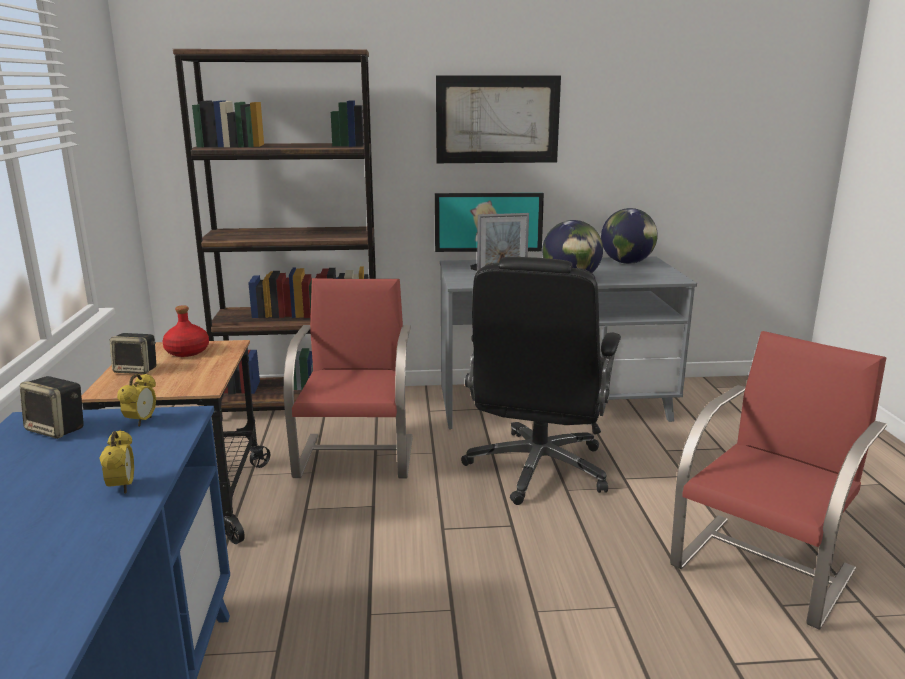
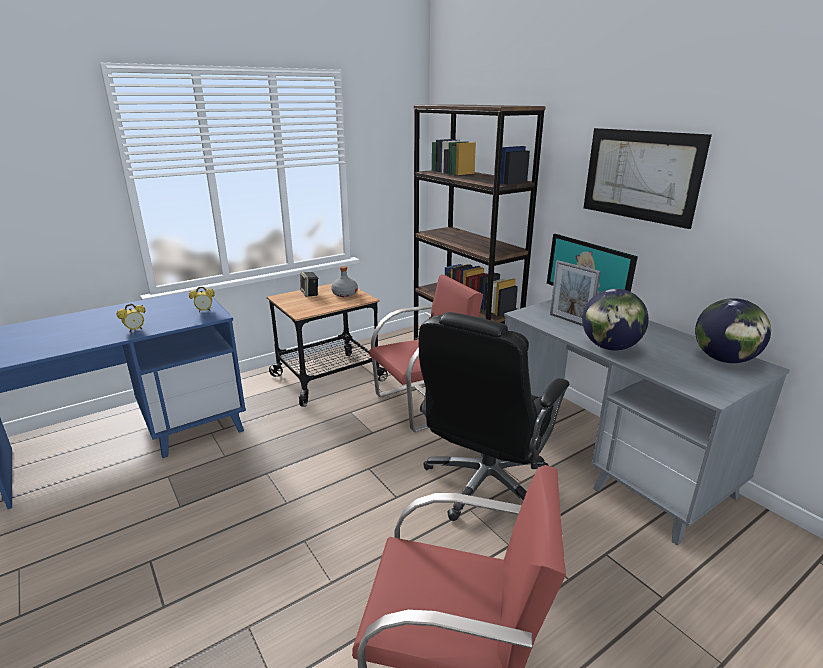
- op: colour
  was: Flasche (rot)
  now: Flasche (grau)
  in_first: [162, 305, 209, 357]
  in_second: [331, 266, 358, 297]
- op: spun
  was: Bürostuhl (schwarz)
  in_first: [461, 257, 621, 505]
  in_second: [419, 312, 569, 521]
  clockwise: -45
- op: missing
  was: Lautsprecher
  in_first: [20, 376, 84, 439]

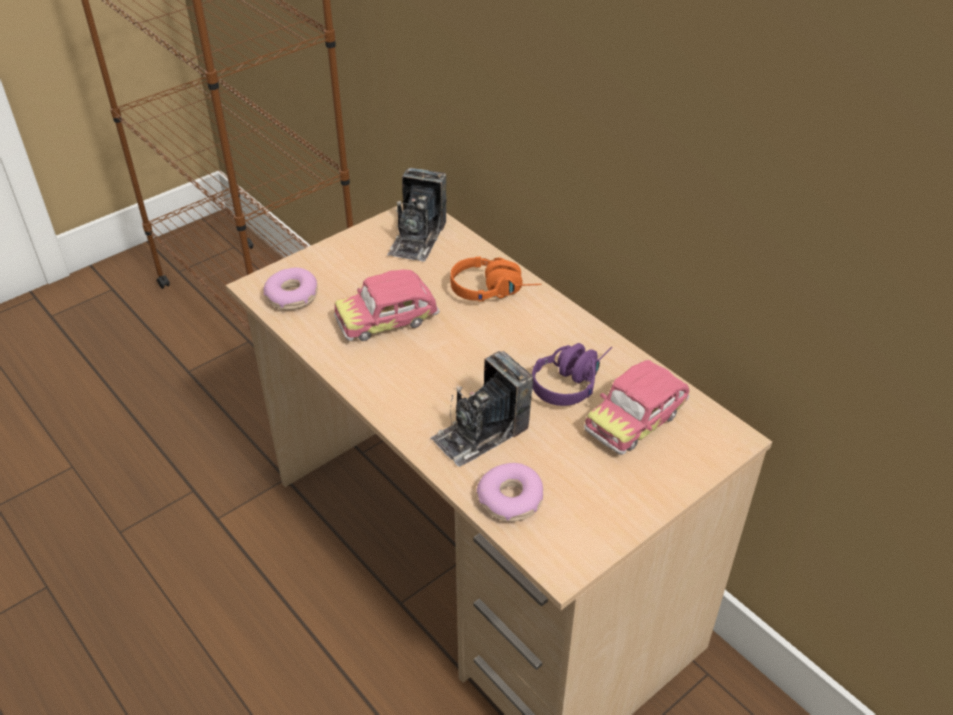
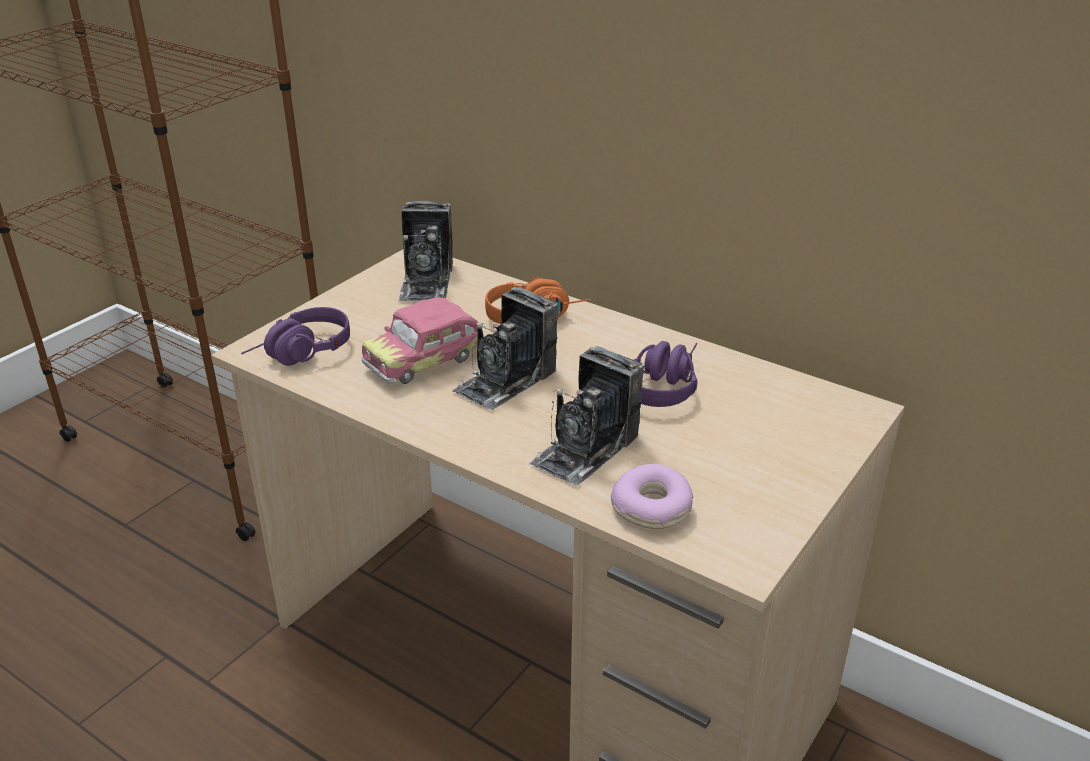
- op: exchanged
  was: Donut
  now: Kopfhörer (lila)
  in_first: [264, 268, 318, 310]
  in_second: [241, 307, 350, 366]
- op: appeared
  now: Kamera
  in_second: [452, 287, 558, 410]
- op: missing
  was: Spielzeugauto
  in_first: [584, 360, 689, 455]

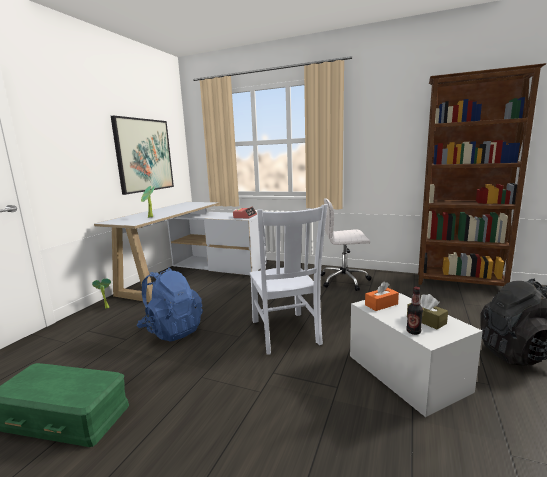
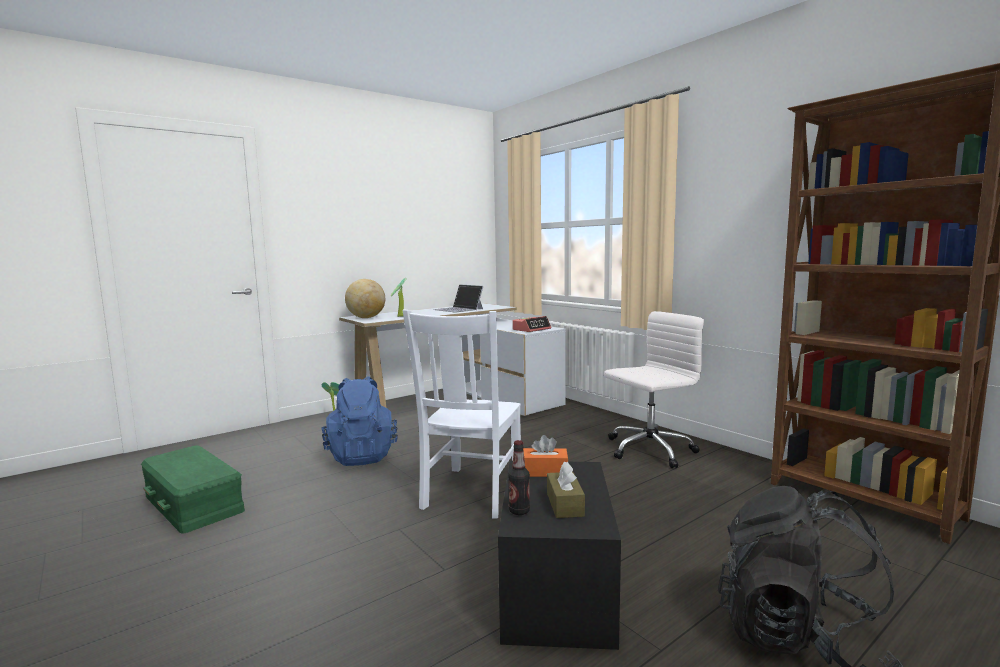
- op: appeared
  now: Globus
  in_second: [345, 279, 385, 318]
- op: appeared
  now: Laptop
  in_second: [434, 284, 483, 313]
- op: colour
  was: Aufbewahrungsbox (weiß)
  now: Aufbewahrungsbox (schwarz)
  in_first: [350, 293, 483, 417]
  in_second: [498, 461, 621, 650]
- op: spun
  was: Bürostuhl (weiß)
  in_first: [321, 198, 371, 291]
  in_second: [604, 311, 704, 468]
  clockwise: 120
- op: missing
  was: Bild
  in_first: [111, 116, 174, 195]

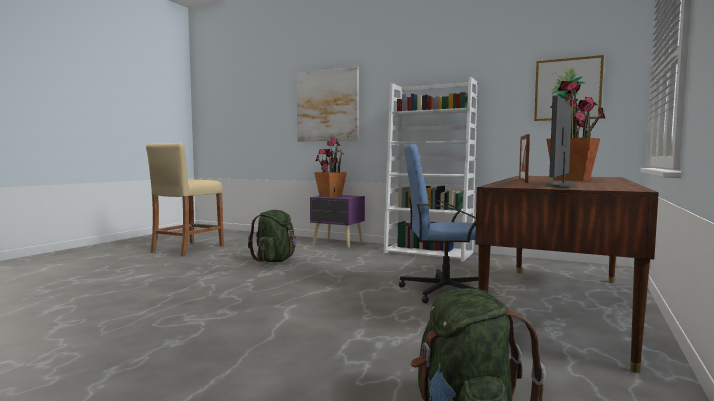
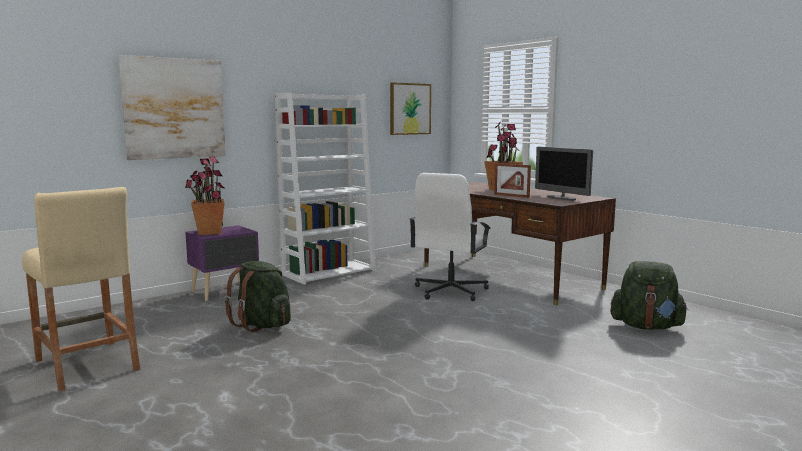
- op: colour
  was: Bürostuhl (blau)
  now: Bürostuhl (weiß)
  in_first: [399, 144, 478, 303]
  in_second: [410, 173, 491, 301]

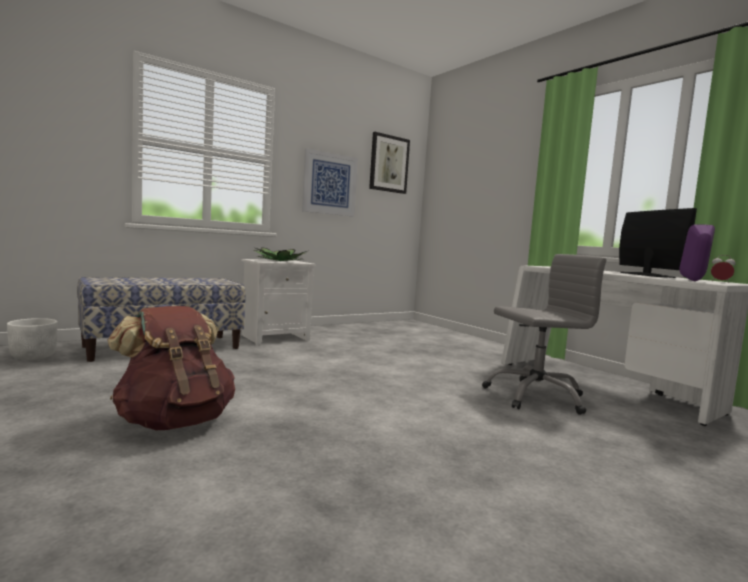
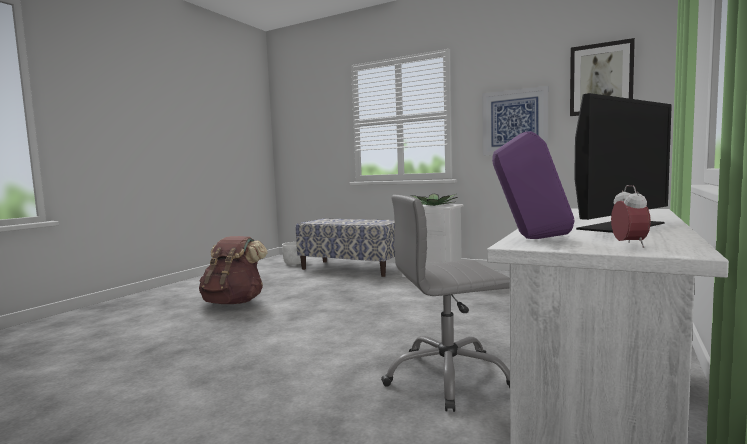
- op: spun
  was: Bürostuhl (grau)
  in_first: [482, 254, 606, 415]
  in_second: [381, 195, 510, 412]
  clockwise: 120

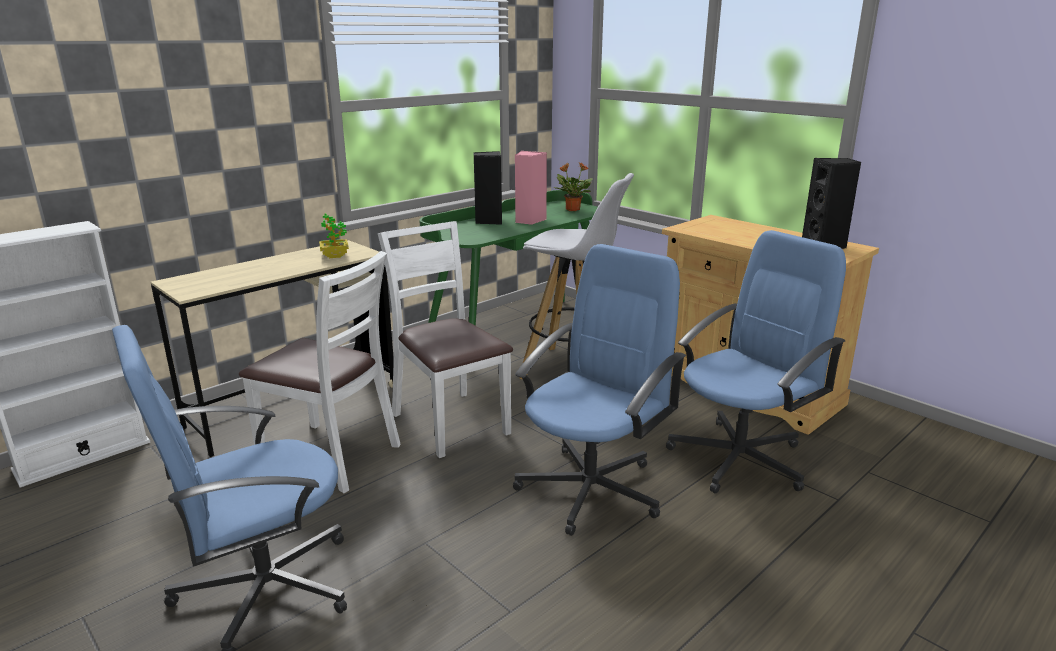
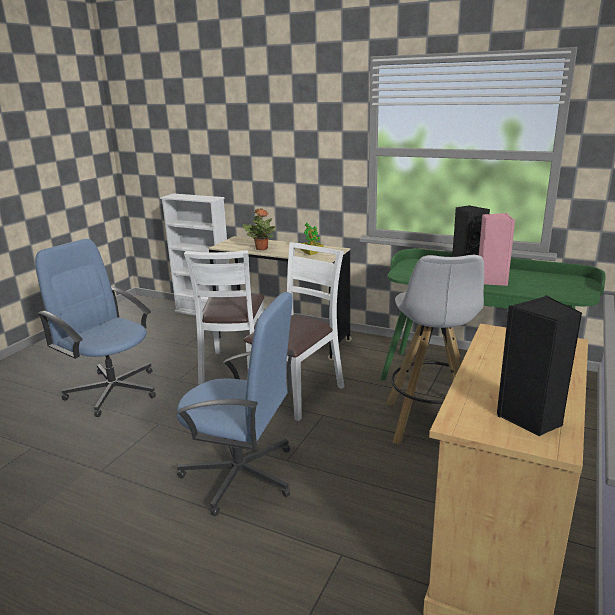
- op: relocated
  was: Topfpflanze
  in_first: [553, 162, 593, 211]
  in_second: [243, 208, 276, 250]
- op: missing
  was: Bürostuhl (blau)
  in_first: [666, 230, 846, 493]

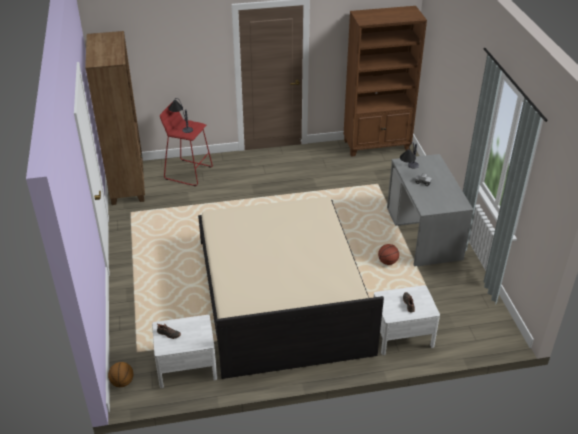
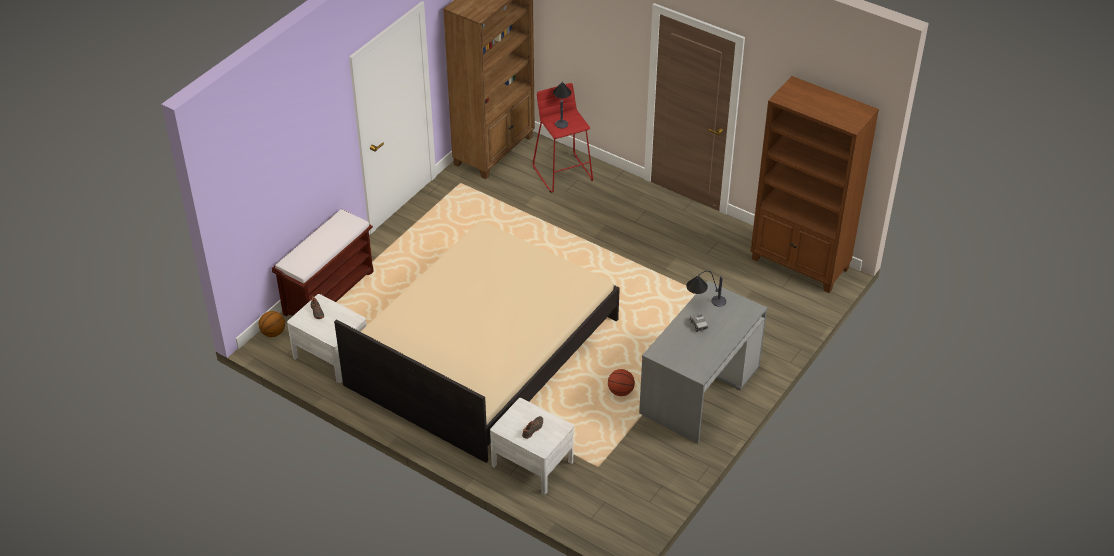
- op: appeared
  now: Bank (braun)
  in_second: [272, 209, 374, 317]

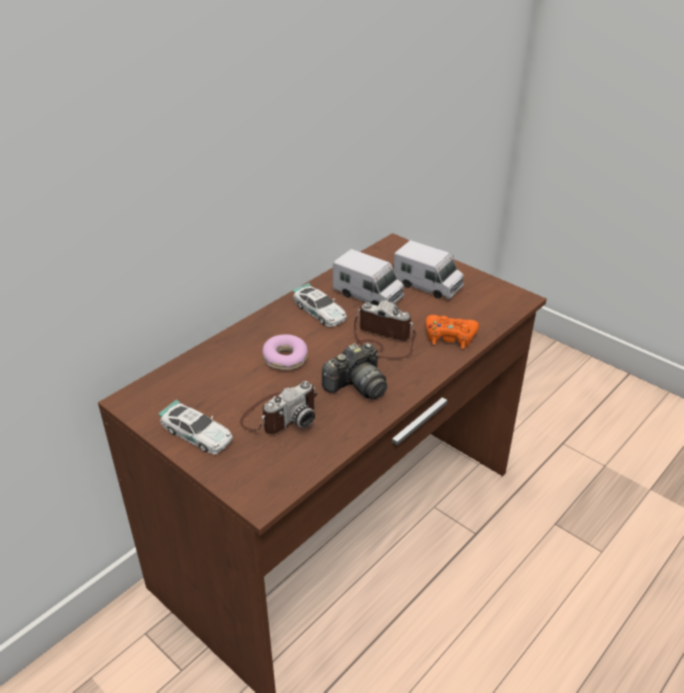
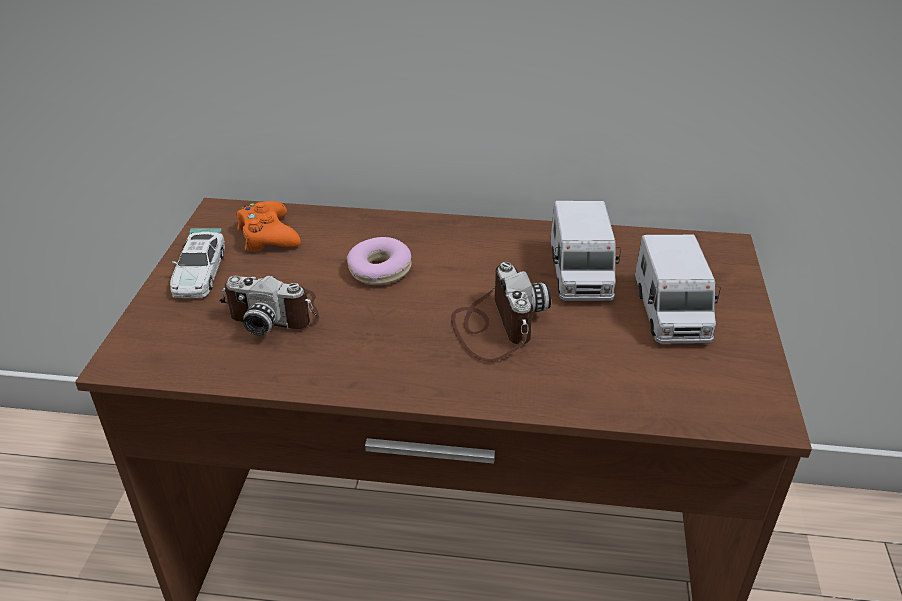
- op: relocated
  was: Gamepad (orange)
  in_first: [425, 315, 479, 349]
  in_second: [237, 201, 301, 252]
- op: missing
  was: Spielzeugauto
  in_first: [293, 283, 347, 327]
- op: missing
  was: Kamera
  in_first: [322, 343, 387, 400]

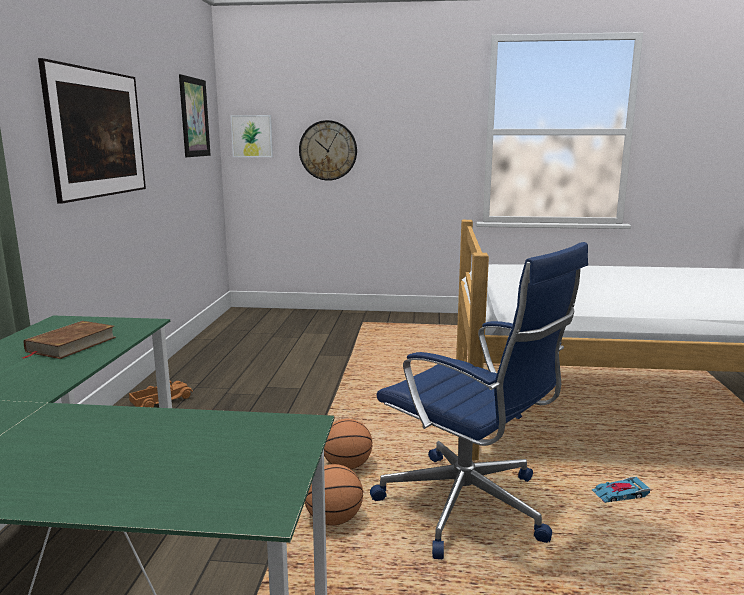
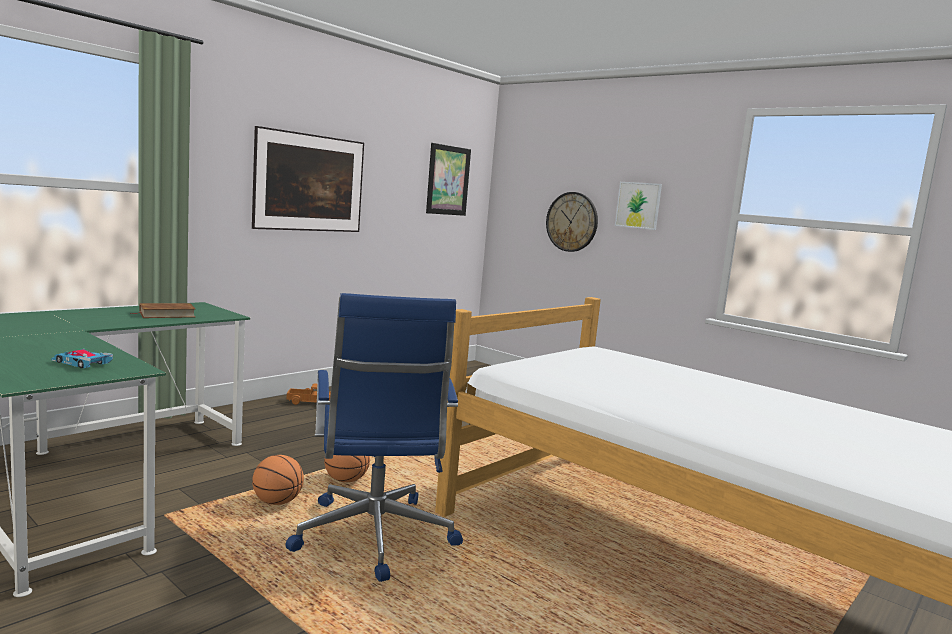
- op: relocated
  was: Spielzeugauto
  in_first: [592, 476, 650, 503]
  in_second: [51, 349, 113, 368]
- op: relocated
  was: Bild
  in_first: [230, 115, 273, 157]
  in_second: [615, 182, 662, 230]

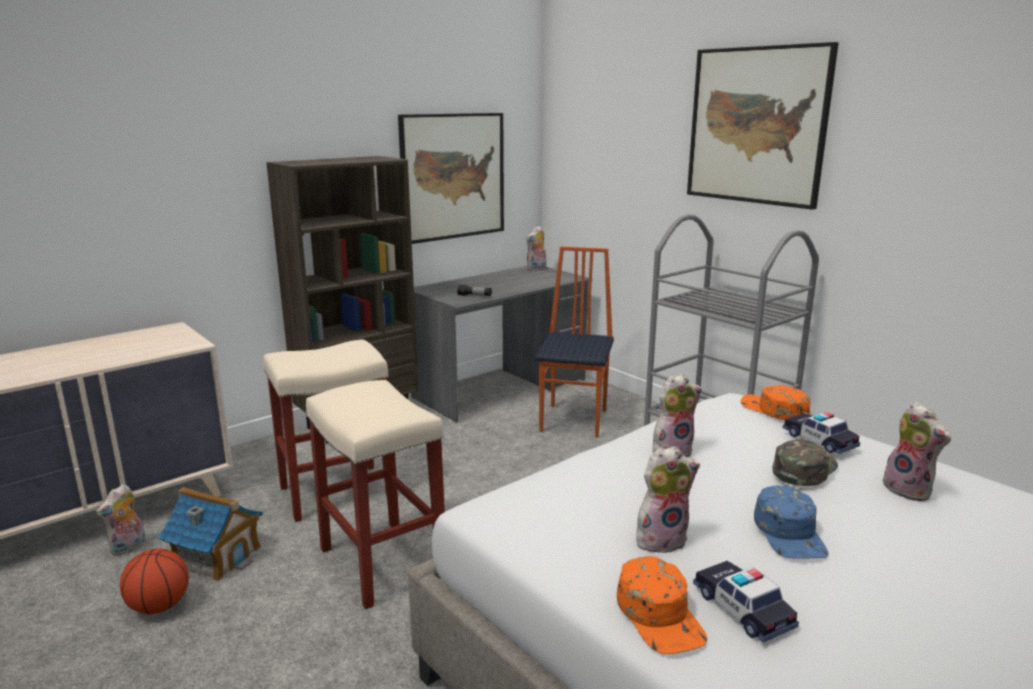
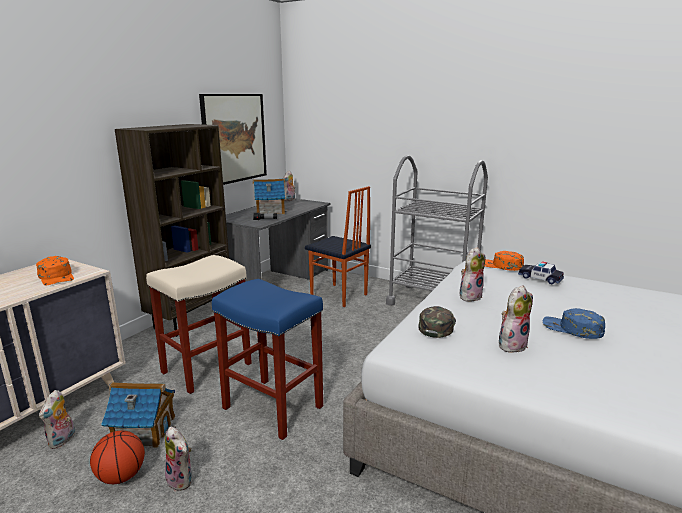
- op: relocated
  was: Kappe (orange)
  in_first: [617, 556, 707, 654]
  in_second: [36, 256, 74, 285]
- op: relocated
  was: Plüschtier
  in_first: [883, 402, 951, 501]
  in_second: [165, 427, 192, 491]
- op: colour
  was: Hocker (beige)
  now: Hocker (blau)
  in_first: [306, 380, 445, 609]
  in_second: [212, 279, 323, 440]
- op: appeared
  now: Spielzeughaus
  in_second: [253, 179, 288, 214]
- op: spun
  was: Stuhl
  in_first: [535, 247, 614, 438]
  in_second: [305, 186, 371, 307]
  clockwise: 135
- op: relocated
  was: Kappe (grün)
  in_first: [773, 440, 838, 486]
  in_second: [418, 306, 456, 338]
- op: spun
  was: Kappe (blau)
  in_first: [754, 486, 829, 559]
  in_second: [543, 308, 605, 339]
  clockwise: 150
- op: missing
  was: Bild
  in_first: [687, 42, 839, 210]
- op: missing
  was: Spielzeugauto
  in_first: [693, 561, 799, 643]

